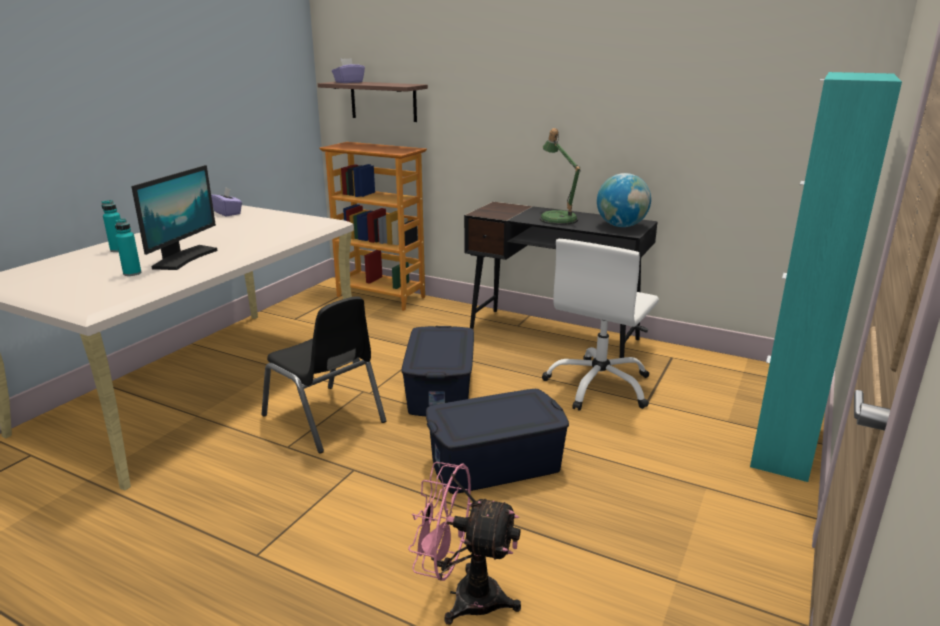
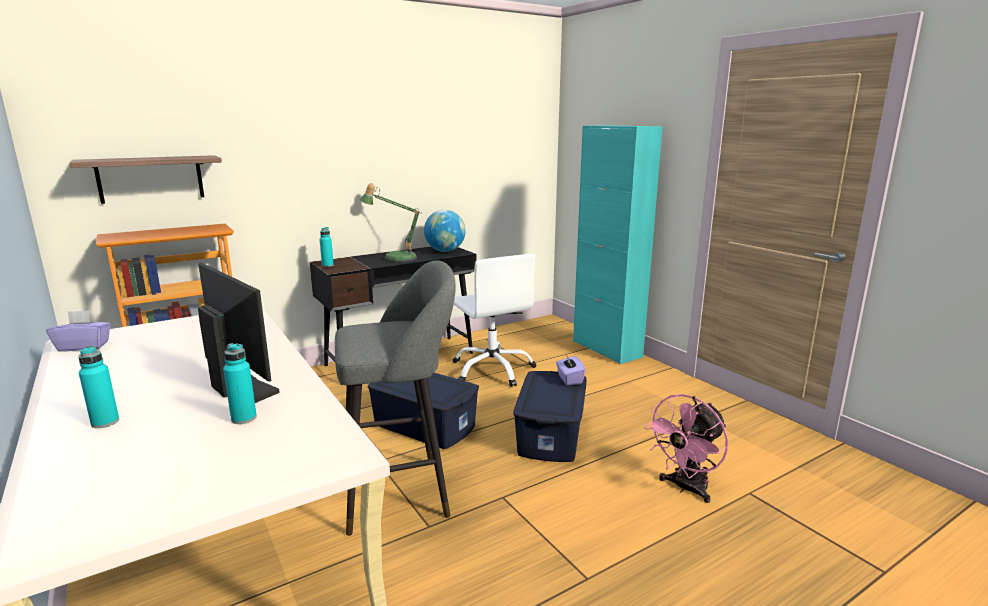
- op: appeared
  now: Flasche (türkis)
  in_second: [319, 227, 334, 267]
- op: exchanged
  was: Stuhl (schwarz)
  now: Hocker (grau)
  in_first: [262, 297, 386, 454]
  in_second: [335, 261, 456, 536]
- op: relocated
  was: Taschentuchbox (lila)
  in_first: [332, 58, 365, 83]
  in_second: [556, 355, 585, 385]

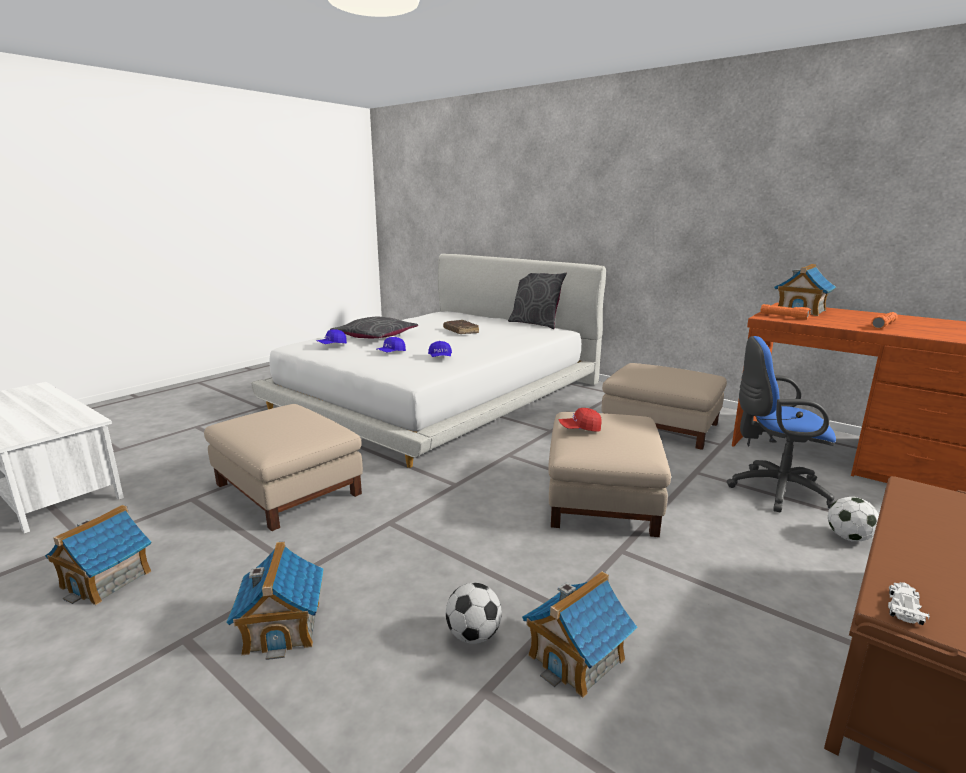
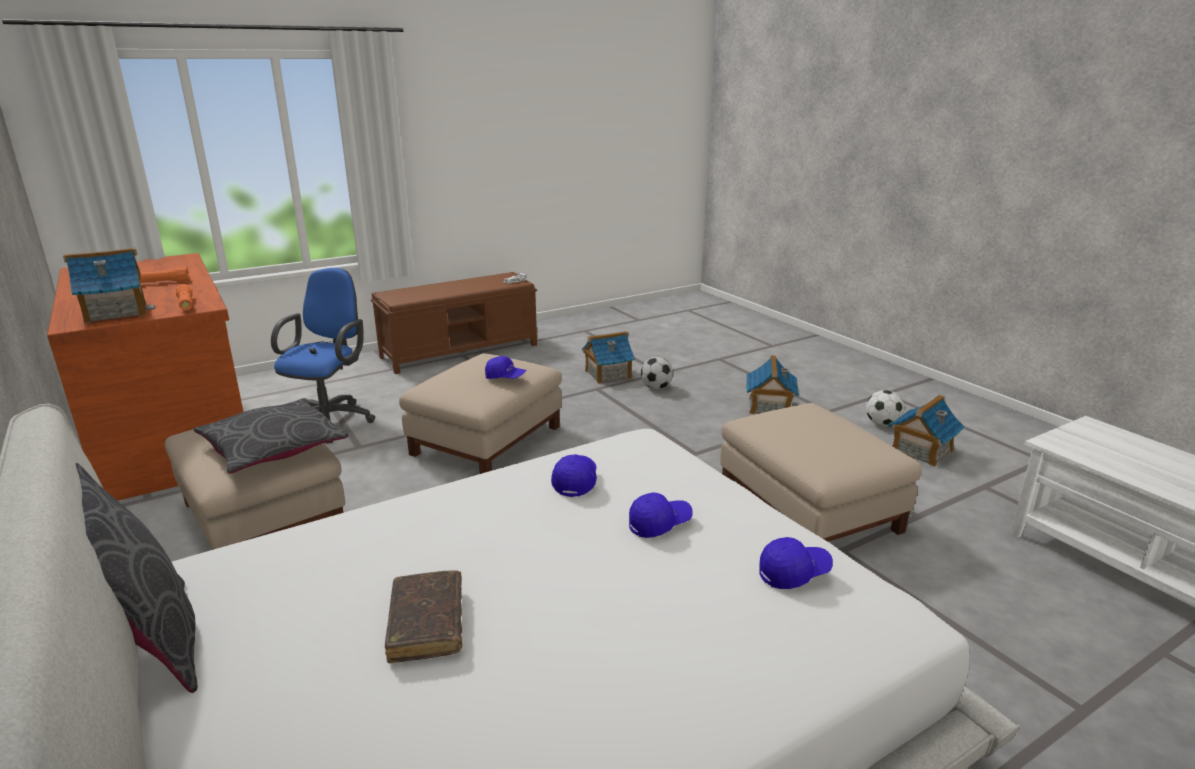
- op: relocated
  was: Kissen (grau)
  in_first: [330, 317, 418, 338]
  in_second: [194, 398, 348, 474]
- op: spun
  was: Bürostuhl (blau)
  in_first: [727, 336, 836, 512]
  in_second: [271, 268, 375, 444]
  clockwise: -105
- op: colour
  was: Kappe (rot)
  now: Kappe (blau)
  in_first: [559, 408, 602, 432]
  in_second: [485, 356, 527, 379]
- op: relocated
  was: Fußball
  in_first: [828, 497, 879, 541]
  in_second: [866, 390, 904, 426]

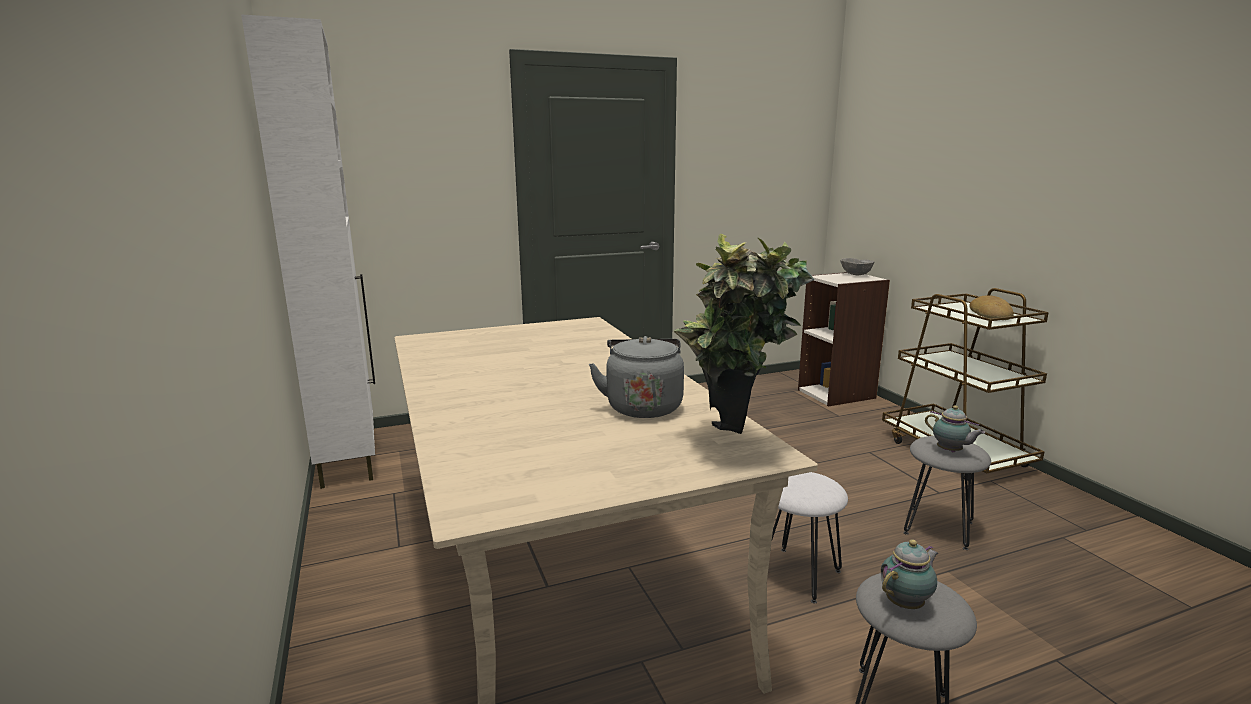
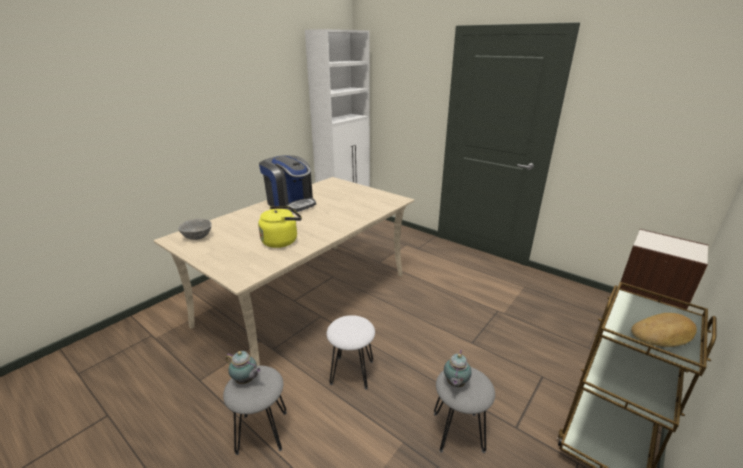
- op: relocated
  was: Schüssel (grau)
  in_first: [840, 258, 875, 275]
  in_second: [178, 219, 212, 240]
- op: colour
  was: Wasserkessel (grau)
  now: Wasserkessel (gelb)
  in_first: [589, 336, 684, 418]
  in_second: [258, 206, 302, 248]
- op: appeared
  now: Kaffeemaschine
  in_second: [259, 155, 316, 212]
- op: missing
  was: Topfpflanze
  in_first: [674, 234, 814, 434]

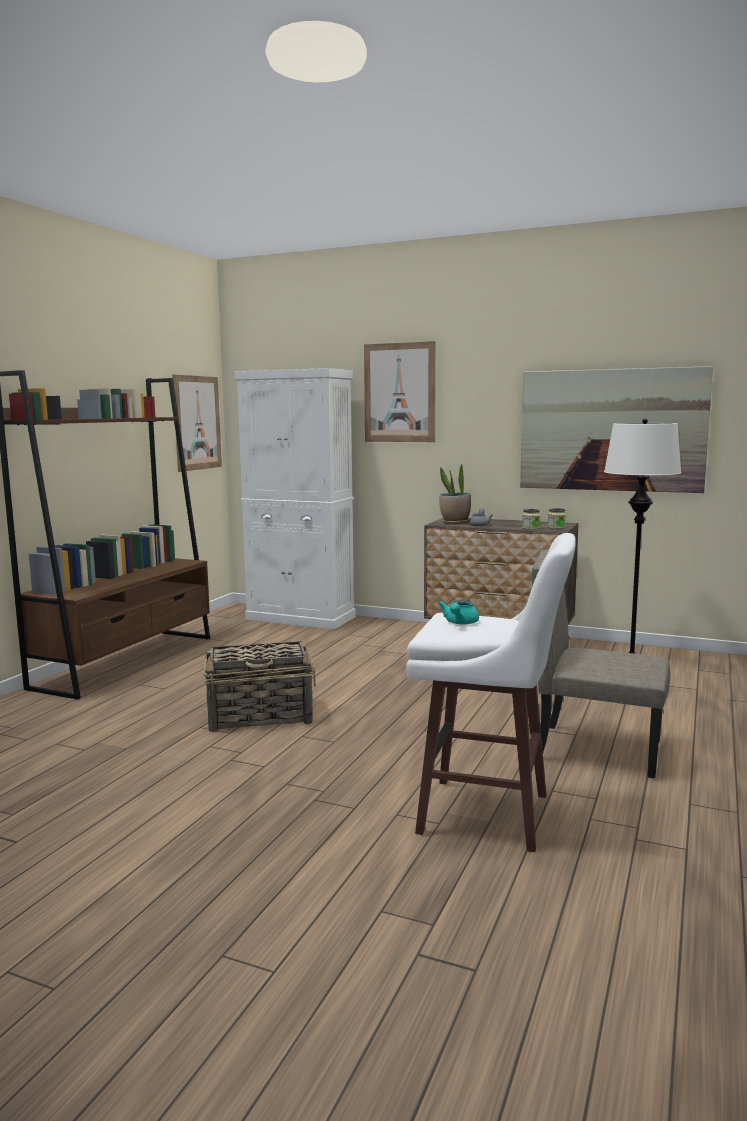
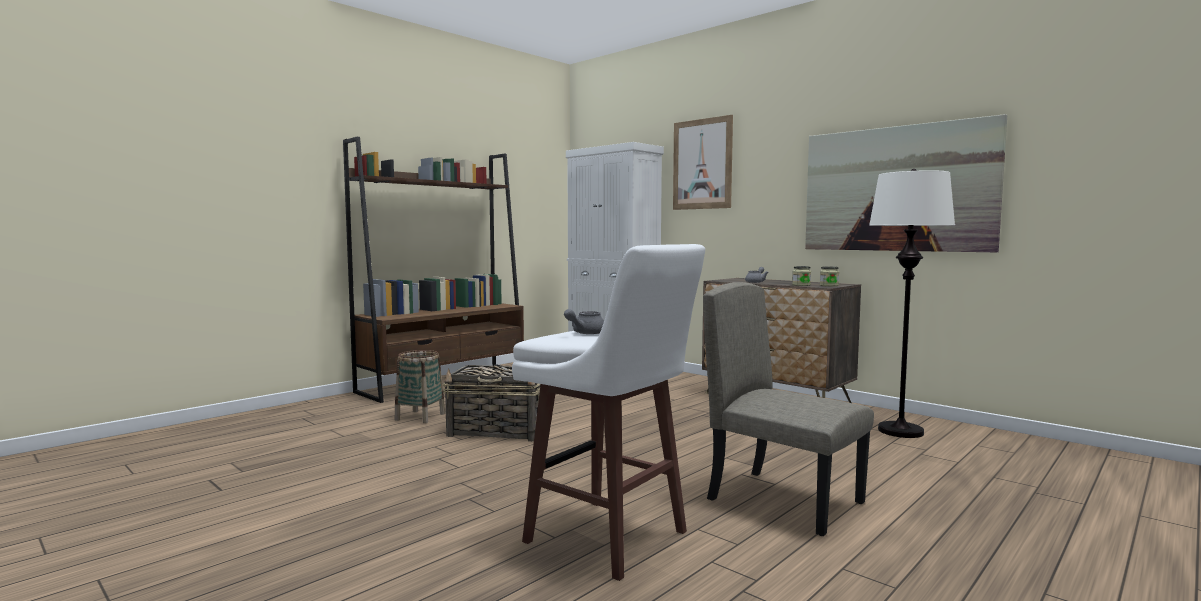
- op: appeared
  now: Korb
  in_second: [395, 350, 445, 423]
- op: colour
  was: Teekanne (türkis)
  now: Teekanne (grau)
  in_first: [438, 600, 479, 625]
  in_second: [564, 309, 604, 334]
- op: missing
  was: Bild
  in_first: [172, 375, 222, 472]
- op: missing
  was: Topfpflanze
  in_first: [439, 465, 471, 524]

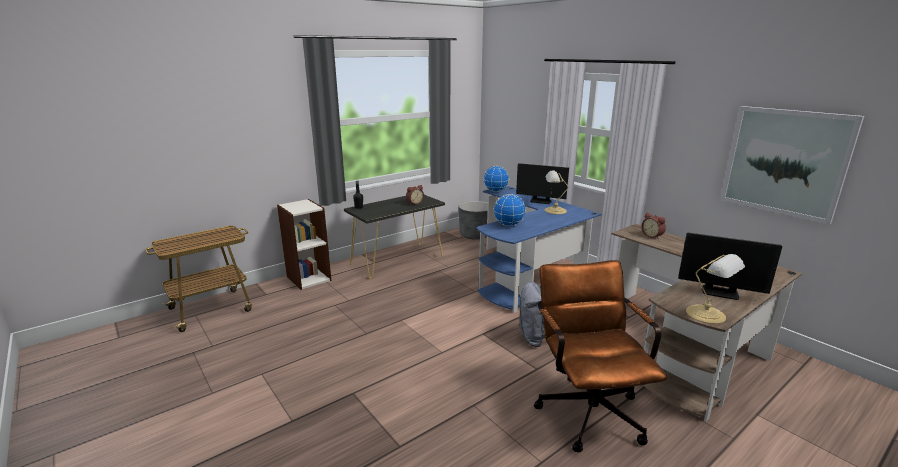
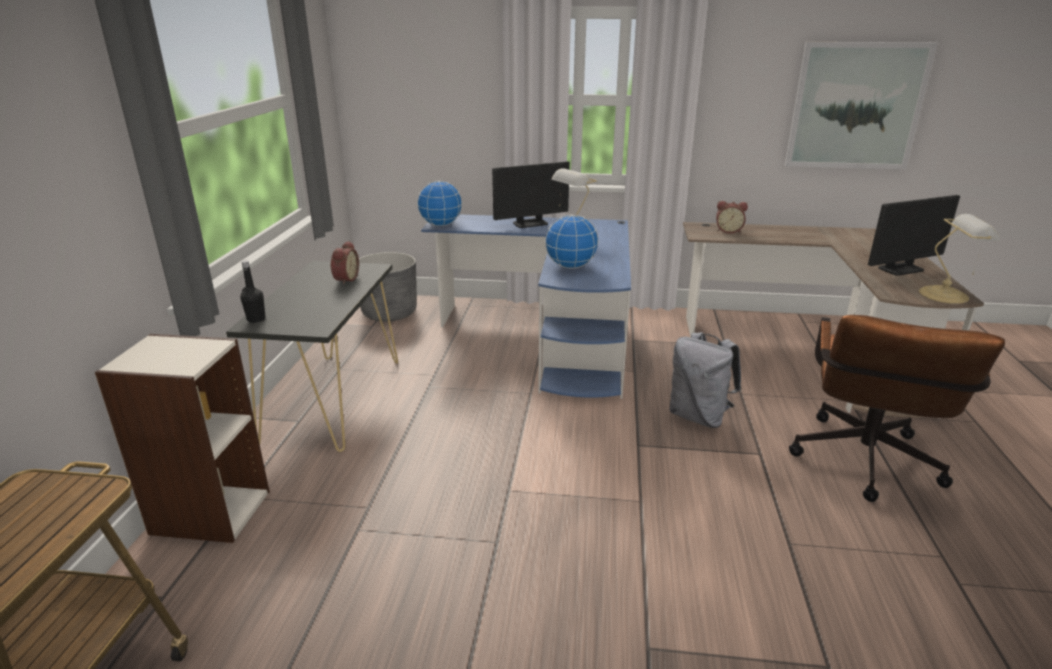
- op: spun
  was: Bürostuhl (braun)
  in_first: [534, 260, 667, 452]
  in_second: [789, 315, 1005, 502]
  clockwise: -105

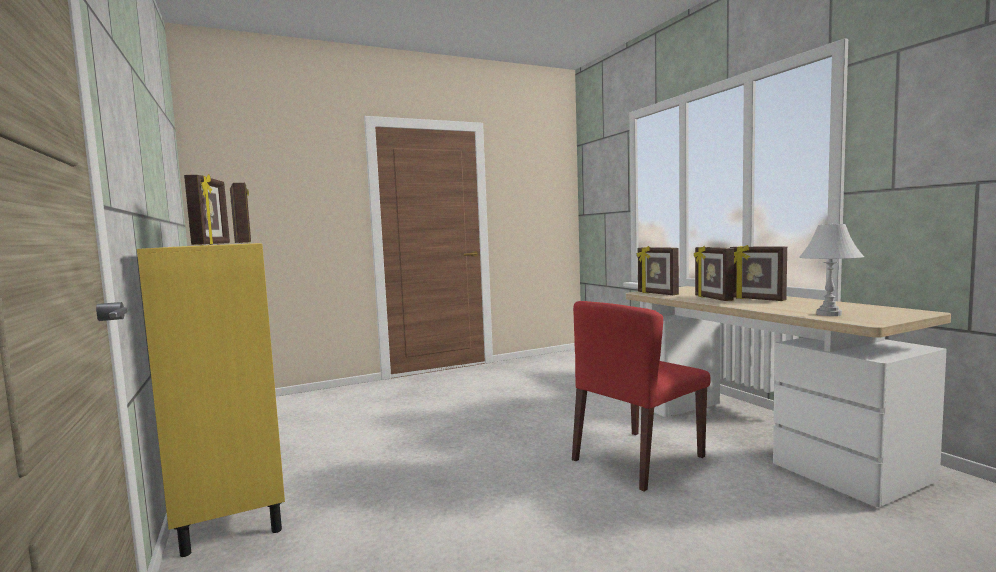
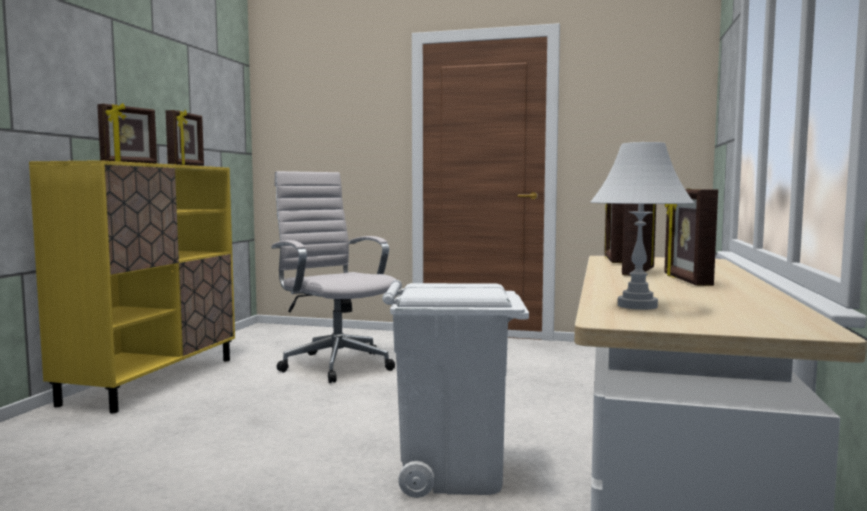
- op: appeared
  now: Bürostuhl (weiß)
  in_second: [271, 171, 396, 383]
- op: exchanged
  was: Stuhl (rot)
  now: Mülleimer (weiß)
  in_first: [572, 301, 711, 491]
  in_second: [382, 280, 529, 498]

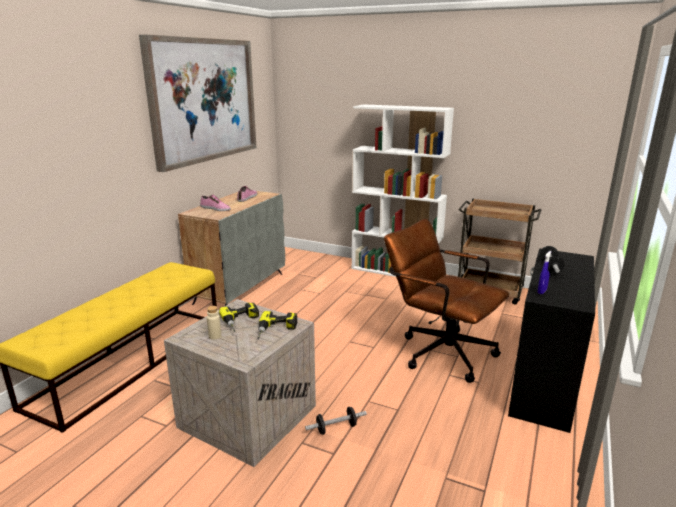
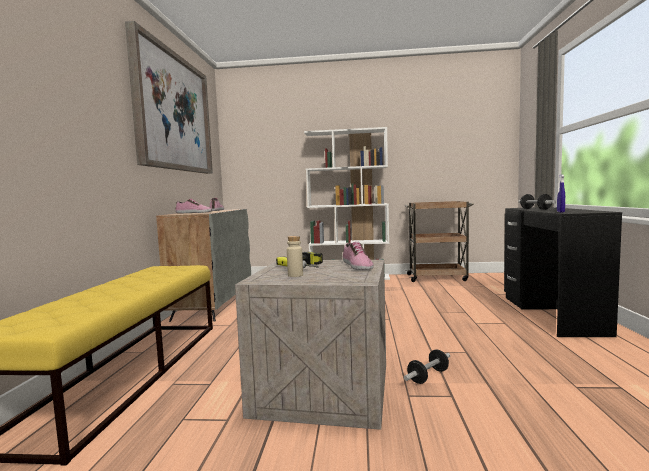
- op: exchanged
  was: Bohrmaschine
  now: Schuh
  in_first: [258, 311, 297, 340]
  in_second: [343, 242, 374, 270]
- op: missing
  was: Bürostuhl (braun)
  in_first: [384, 218, 509, 383]

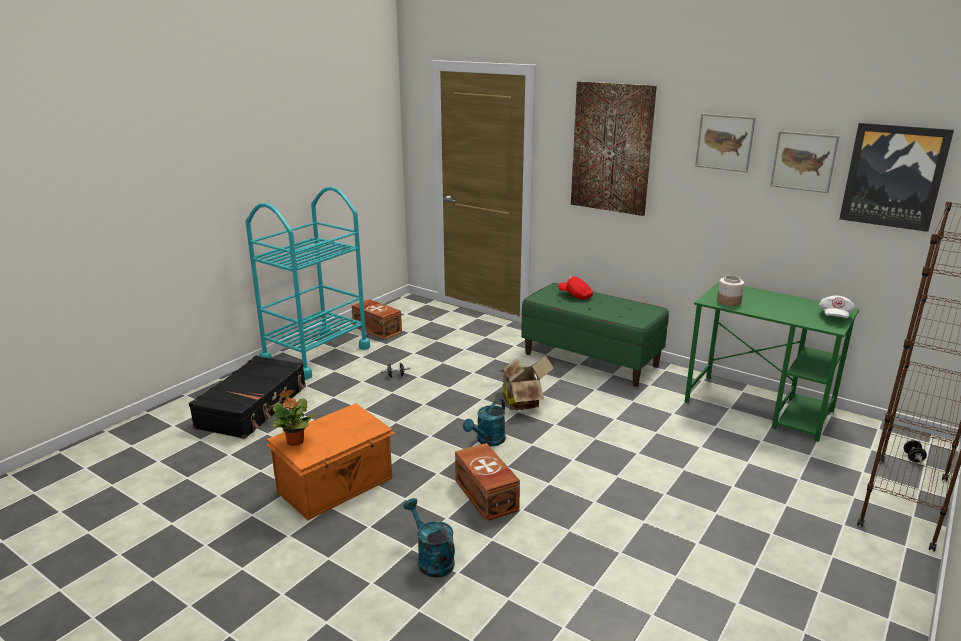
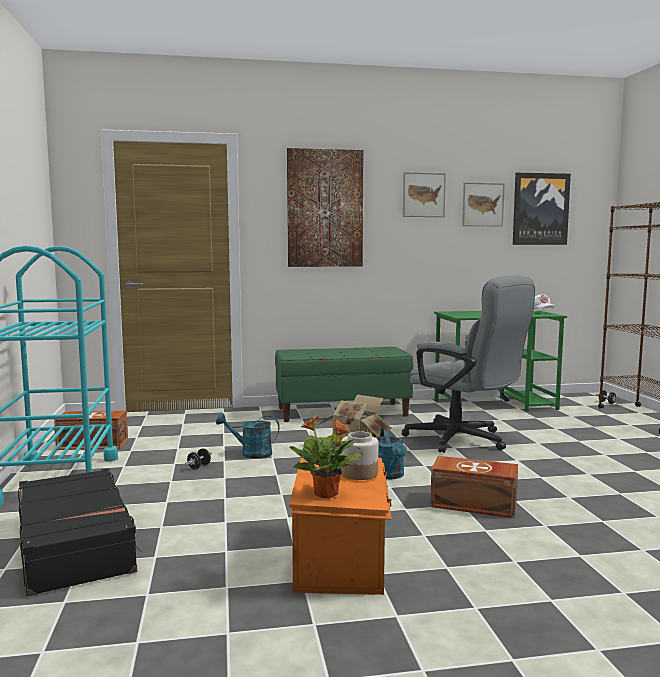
- op: relocated
  was: Gießkanne (türkis)
  in_first: [403, 498, 455, 578]
  in_second: [216, 413, 279, 459]
- op: relocated
  was: Vorratsglas
  in_first: [717, 275, 744, 306]
  in_second: [341, 431, 378, 480]
- op: appeared
  now: Bürostuhl (grau)
  in_second: [402, 275, 535, 453]
- op: missing
  was: Kappe (rot)
  in_first: [558, 276, 593, 300]

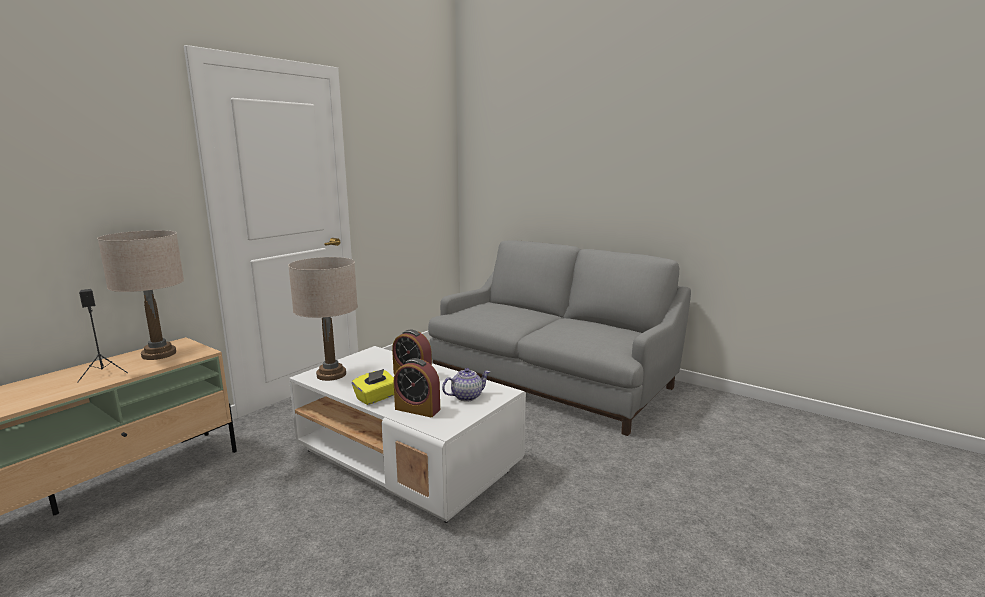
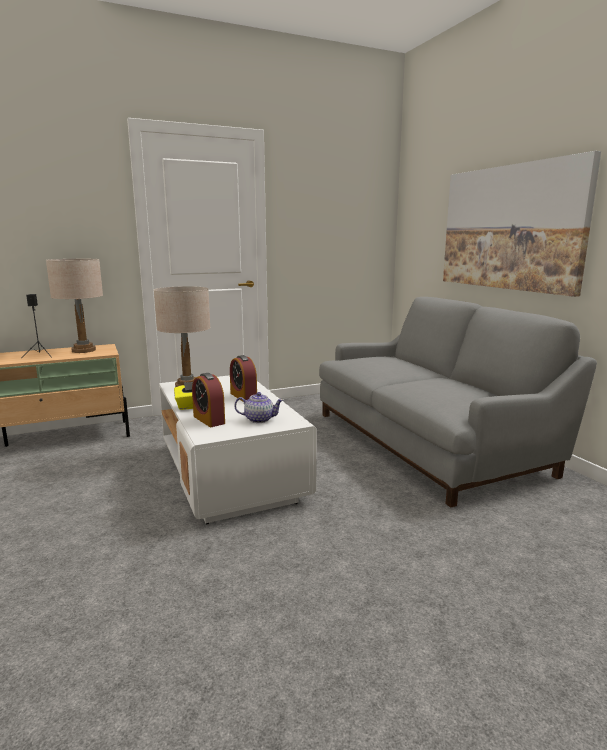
- op: appeared
  now: Bild
  in_second: [443, 151, 601, 297]

